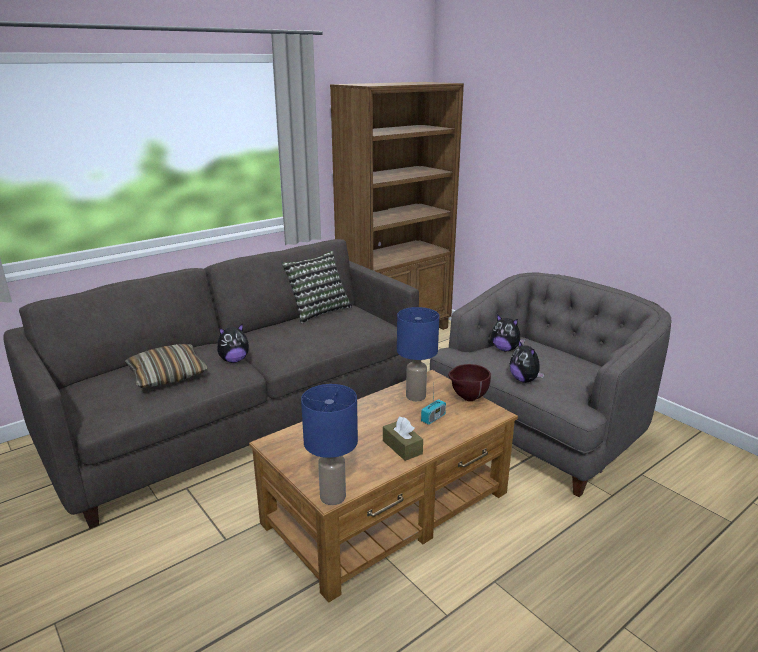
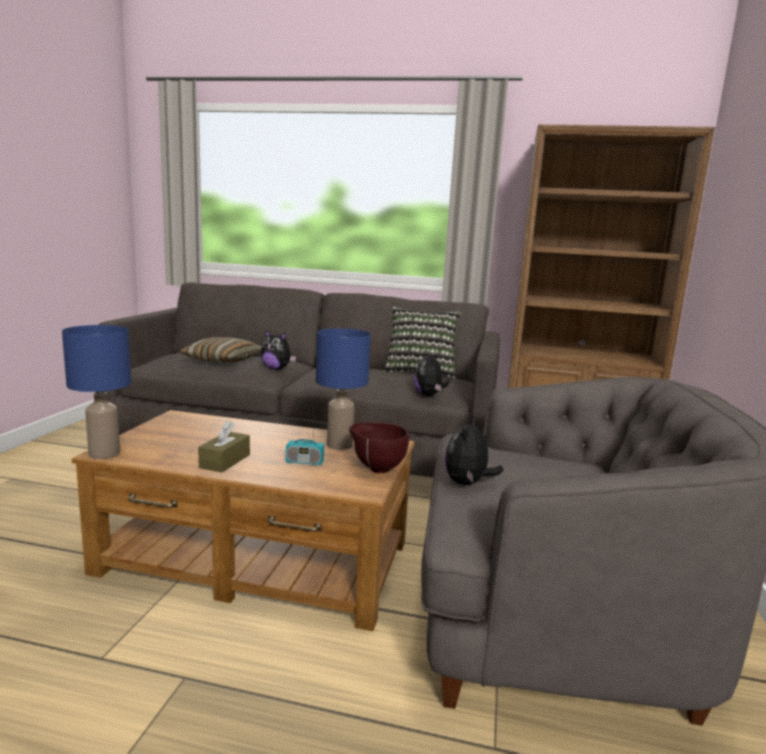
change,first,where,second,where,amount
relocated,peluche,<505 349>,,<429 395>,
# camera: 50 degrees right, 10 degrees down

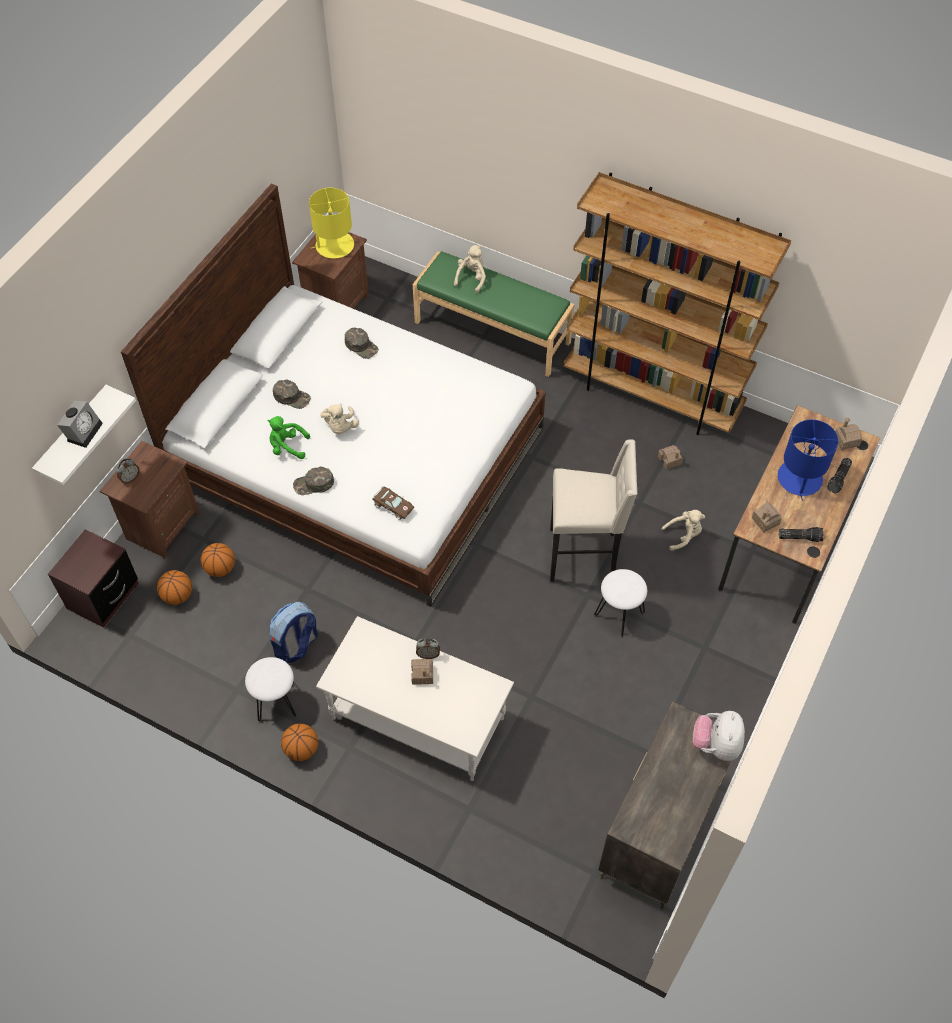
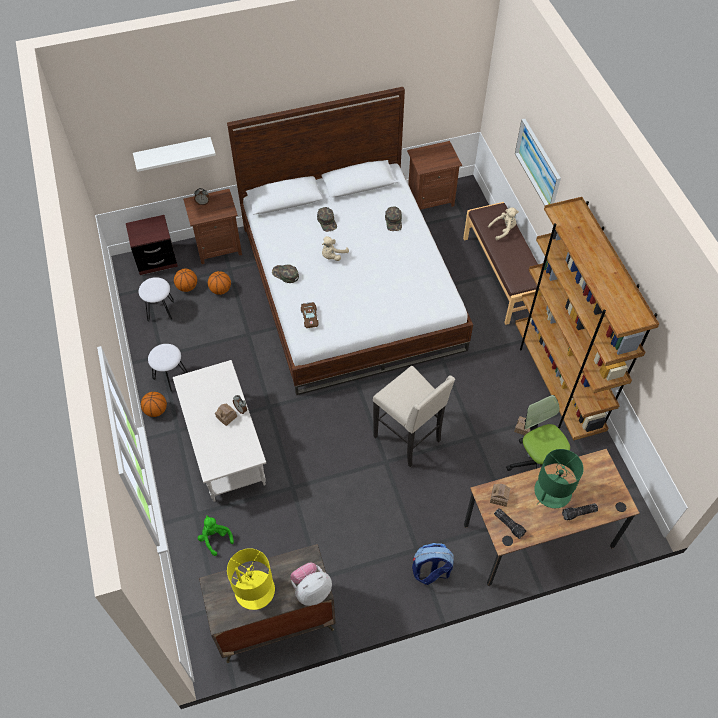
change,first,where,second,where,amount
missing,despertador,<83 430>,,,
missing,peluche (beis),<683 535>,,,
missing,casita,<846 440>,,,
appeared,,,silla de oficina,<536 463>,
appeared,,,cuadro,<538 164>,
relocated,peluche (verde),<287 447>,,<215 538>,
relocated,mochila,<296 645>,,<430 571>,
relocated,lámpara de mesa (amarillo),<334 245>,,<254 590>,
relocated,taburete (blanco),<618 614>,,<161 311>,
colour,banco (verde),<492 331>,banco (marrón),<502 275>,
colour,lámpara de mesa (azul),<799 479>,lámpara de mesa (verde),<552 492>,
# camera: 45 degrees right, 0 degrees up

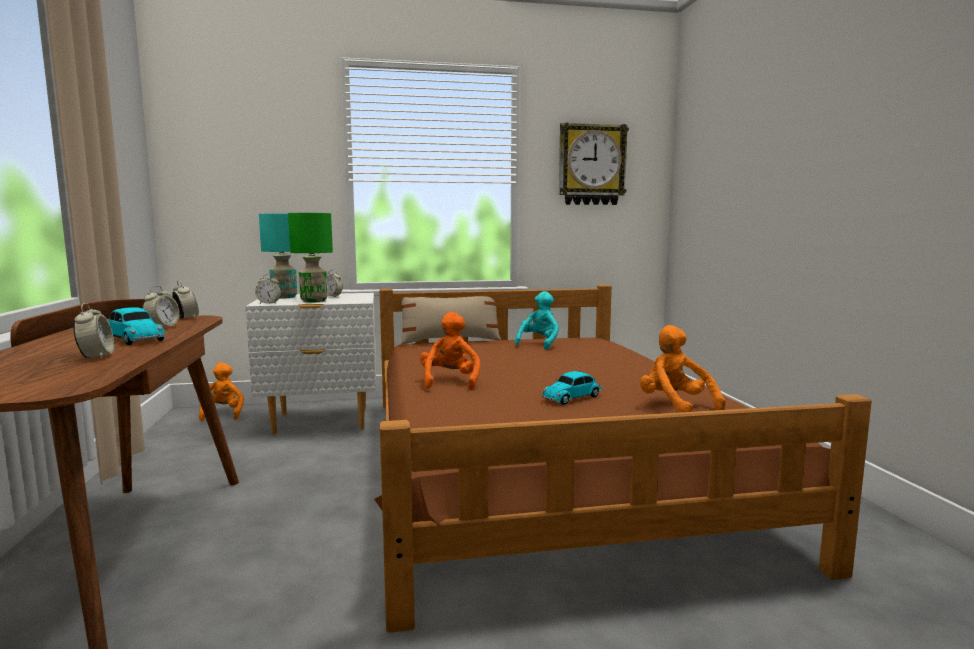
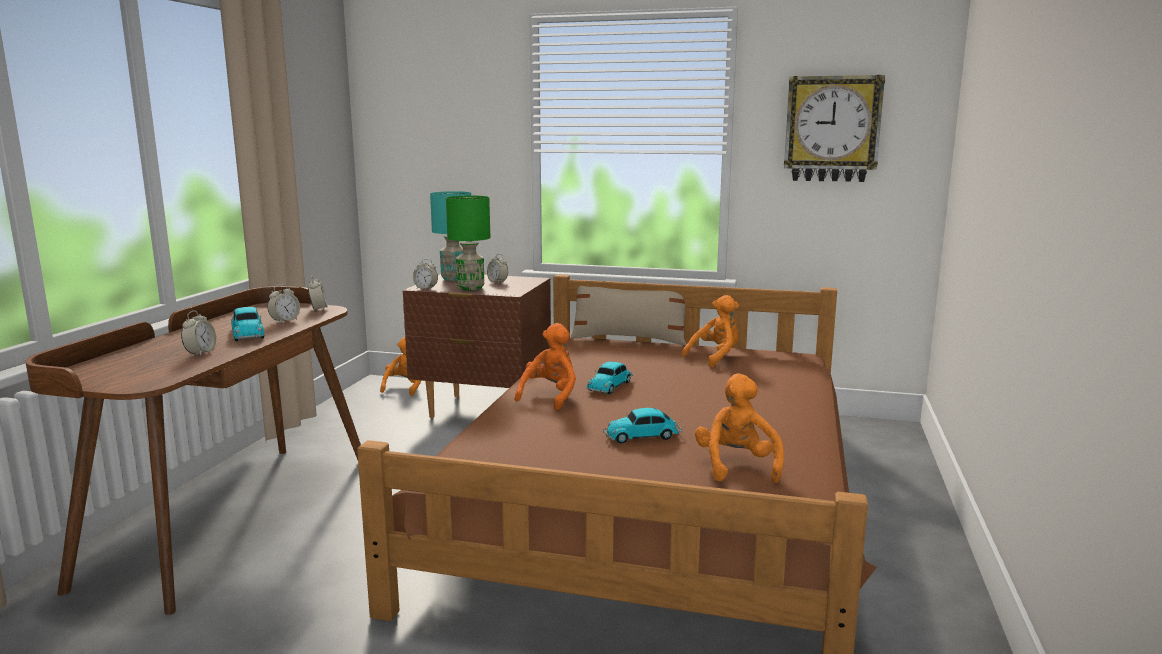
change,first,where,second,where,amount
appeared,,,coche de juguete,<610 386>,
colour,mesita de noche (blanco),<321 421>,mesita de noche (marrón),<483 411>,
colour,peluche (turquesa),<539 344>,peluche (naranja),<715 357>,
# camera: 25 degrees right, 5 degrees up

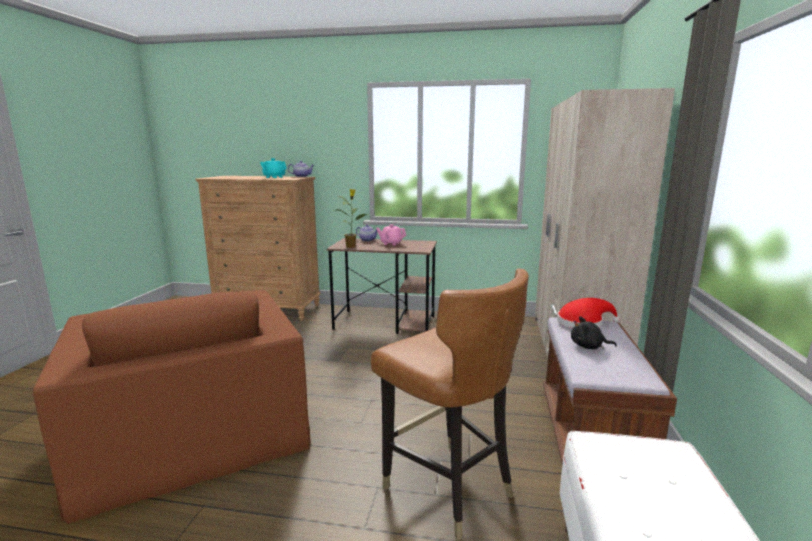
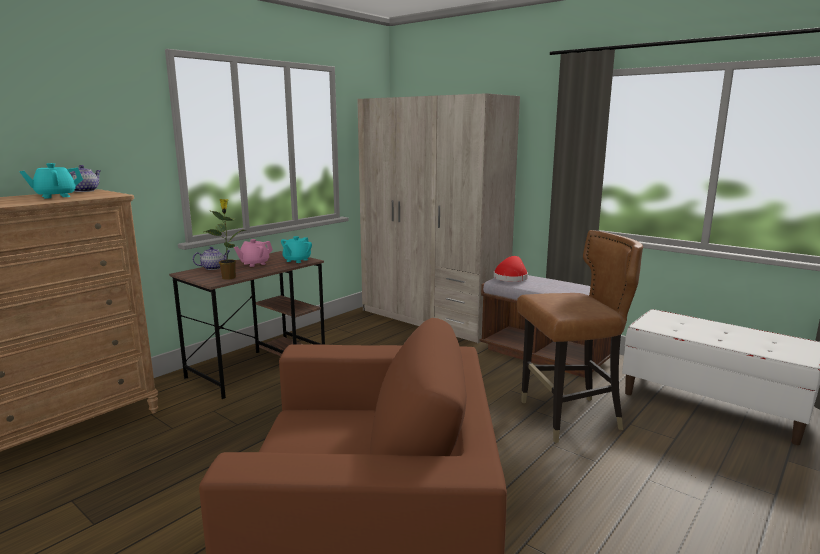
change,first,where,second,where,amount
missing,peluche (negro),<588 347>,,,
appeared,,,tetera (turquesa),<297 260>,
# camera: 60 degrees left, 0 degrees up

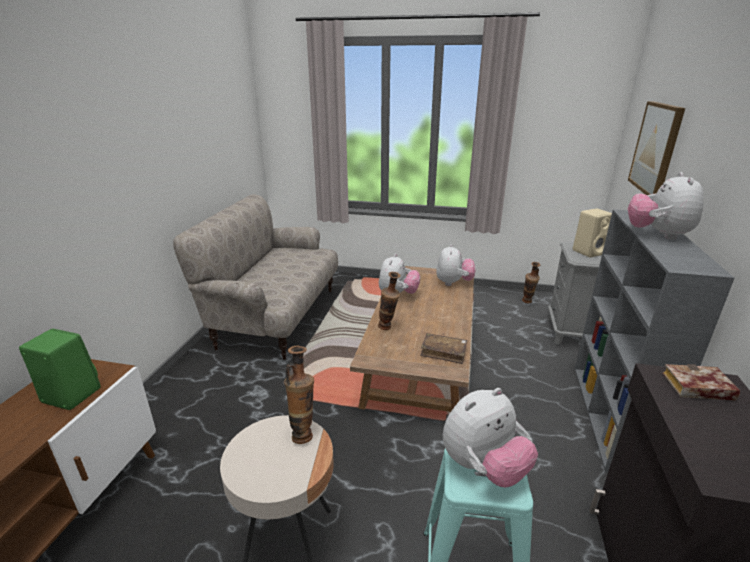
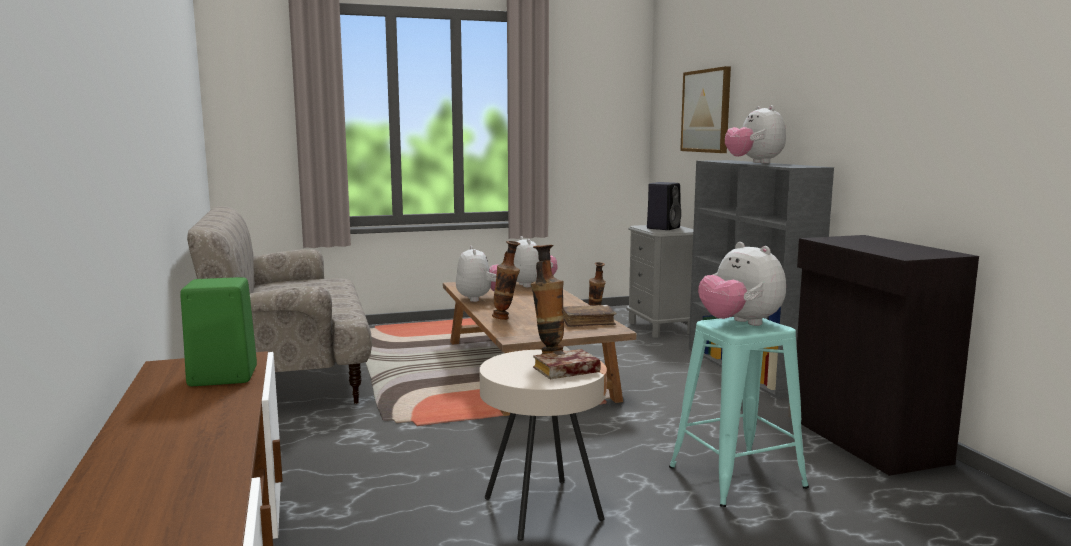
change,first,where,second,where,amount
relocated,libro,<695 388>,,<564 371>,
colour,altavoz (beis),<589 252>,altavoz (negro),<663 228>,
spun,peluche,<483 467>,,<740 323>,120 degrees clockwise
# camera: 30 degrees left, 15 degrees down

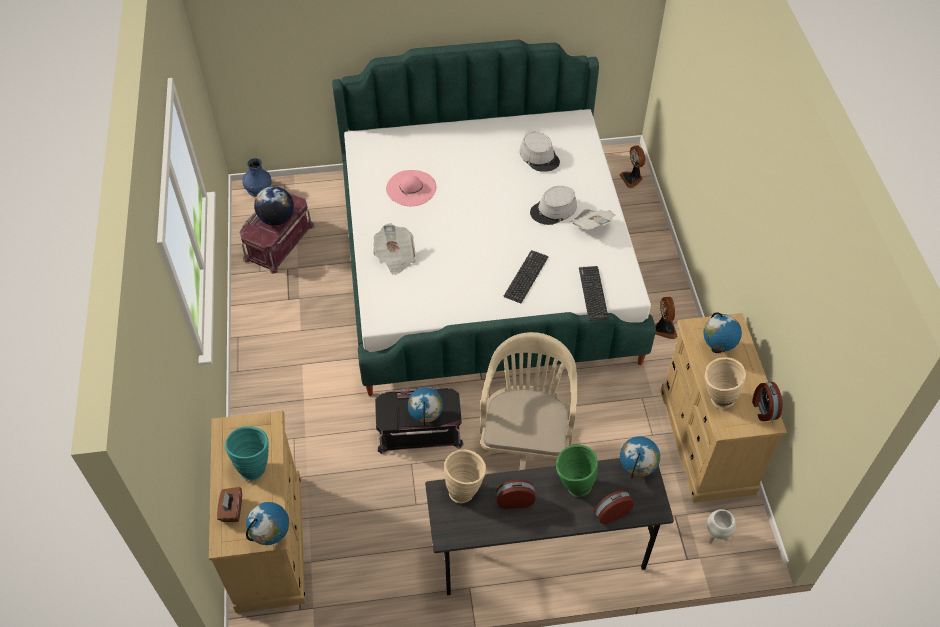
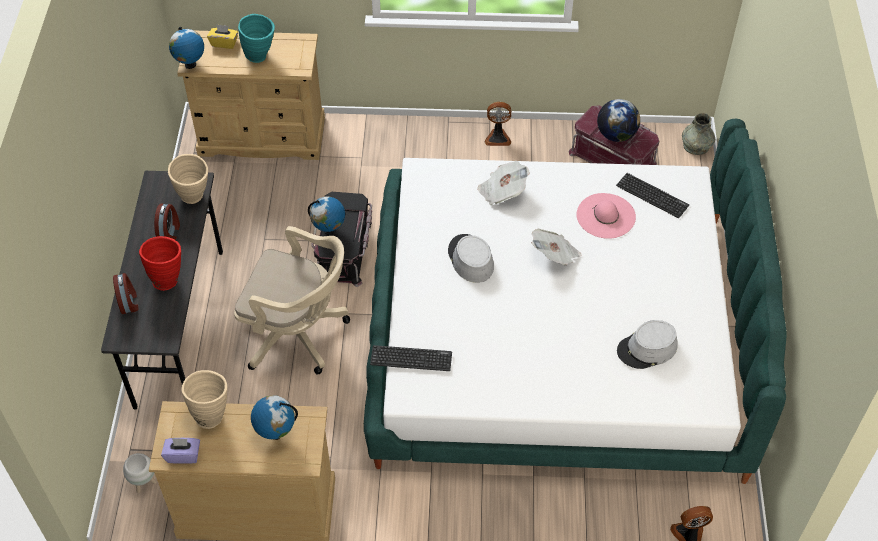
change,first,where,second,where,amount
missing,globo terráqueo,<636 470>,,,
relocated,teclado,<526 277>,,<652 195>,
relocated,sombrero (gris),<553 210>,,<470 259>,
relocated,periódico,<591 226>,,<555 255>,
relocated,ventilador,<664 329>,,<497 137>,
exchanged,despertador,<763 409>,caja de pañuelos (morado),<183 455>,
colour,caja de pañuelos (marrón),<231 510>,caja de pañuelos (amarillo),<224 43>,
colour,florero (azul),<258 188>,florero (gris),<696 145>,
colour,florero (verde),<572 486>,florero (rojo),<167 278>,
# camera: 100 degrees right, 0 degrees up

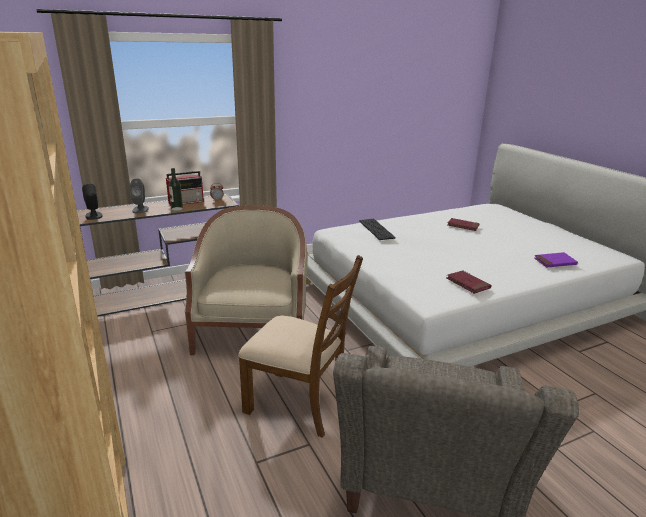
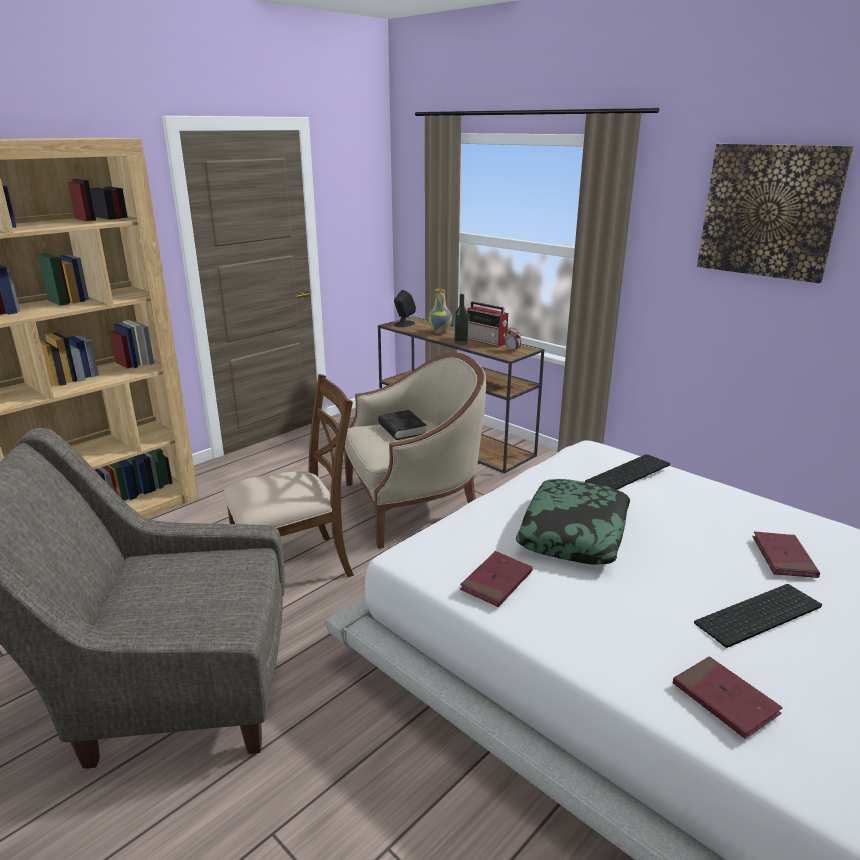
change,first,where,second,where,amount
appeared,,,libro (negro),<402 429>,
appeared,,,cojín,<574 533>,
appeared,,,teclado,<759 616>,
appeared,,,cuadro,<769 211>,
exchanged,altavoz (gris),<140 209>,florero,<440 332>,
colour,libro (morado),<555 262>,libro (rojo),<724 699>,
spun,silla (marrón),<299 402>,,<295 567>,120 degrees counterclockwise
# camera: 70 degrees right, 0 degrees up

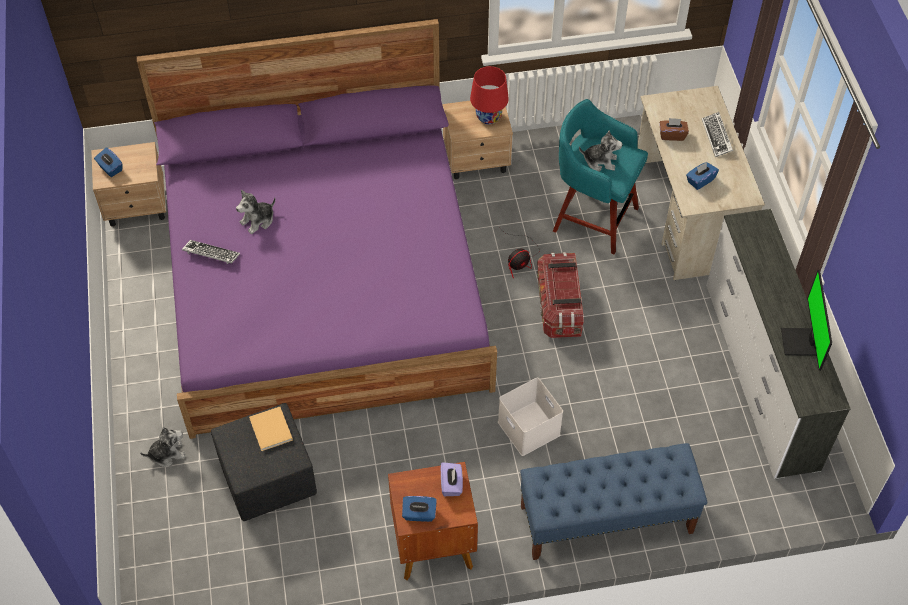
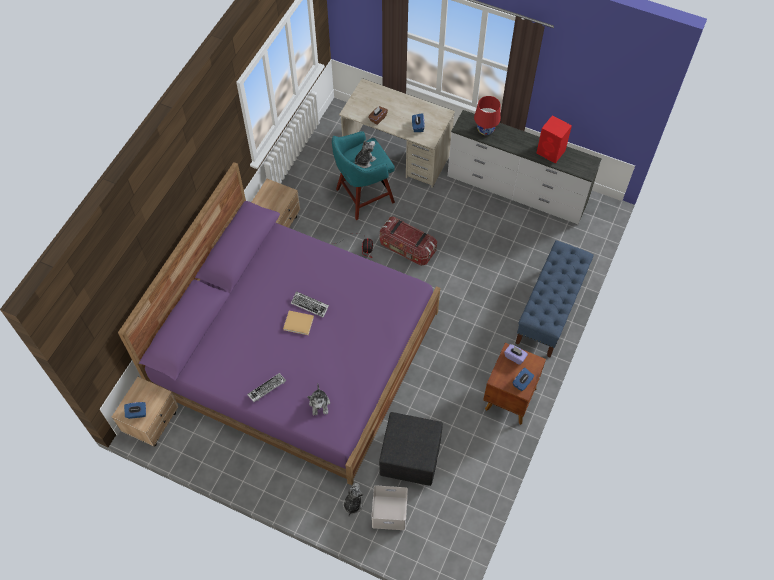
change,first,where,second,where,amount
relocated,peluche,<258 220>,,<319 404>,
relocated,libro (beis),<271 431>,,<299 323>,
relocated,lámpara de mesa (rojo),<488 117>,,<485 130>,
relocated,caja de almacenaje (blanco),<530 428>,,<390 512>,
relocated,teclado,<717 137>,,<310 305>,
exchanged,monitor,<800 343>,altavoz (rojo),<551 152>,
# camera: 55 degrees left, 5 degrees up

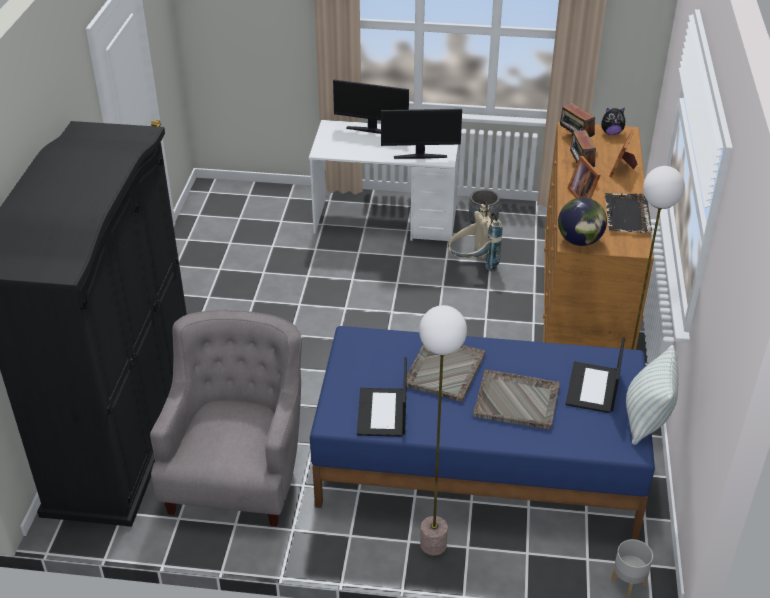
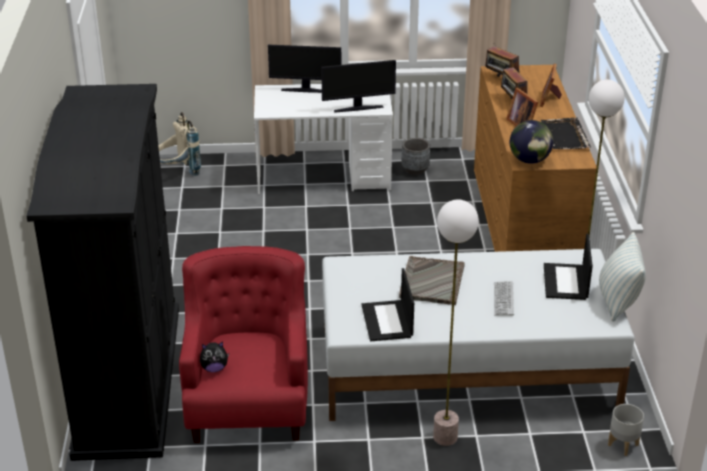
change,first,where,second,where,amount
relocated,mochila (beis),<472 264>,,<177 172>,
relocated,peluche,<611 133>,,<214 368>,
exchanged,bandeja (gris),<517 401>,teclado,<503 299>,
colour,sillón (gris),<238 471>,sillón (rojo),<249 400>,
colour,cama (azul),<479 463>,cama (blanco),<468 368>,
# camera: 10 degrees left, 5 degrees down

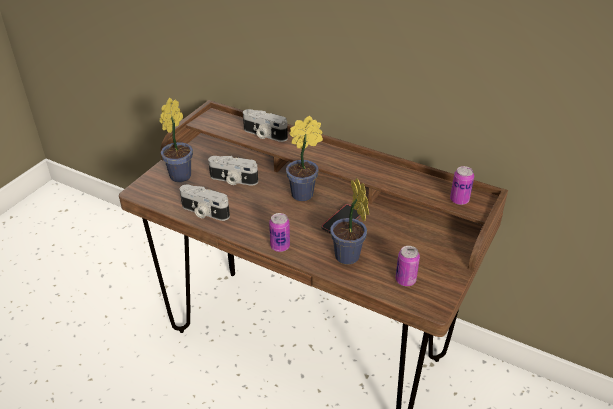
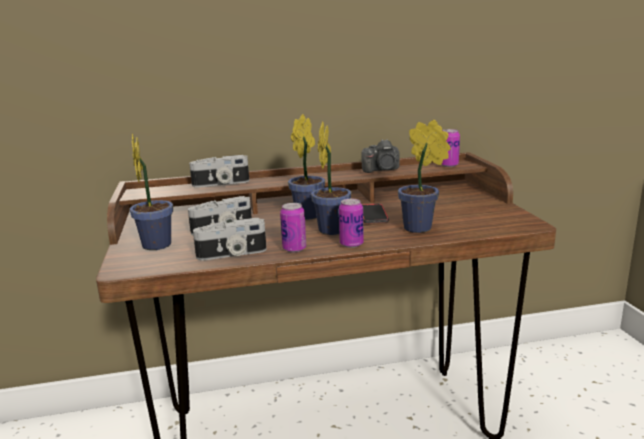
change,first,where,second,where,amount
appeared,,,planta en maceta,<333 229>,
appeared,,,cámara,<382 170>,
relocated,lata,<405 280>,,<294 249>,
# camera: 40 degrees left, 20 degrees down

